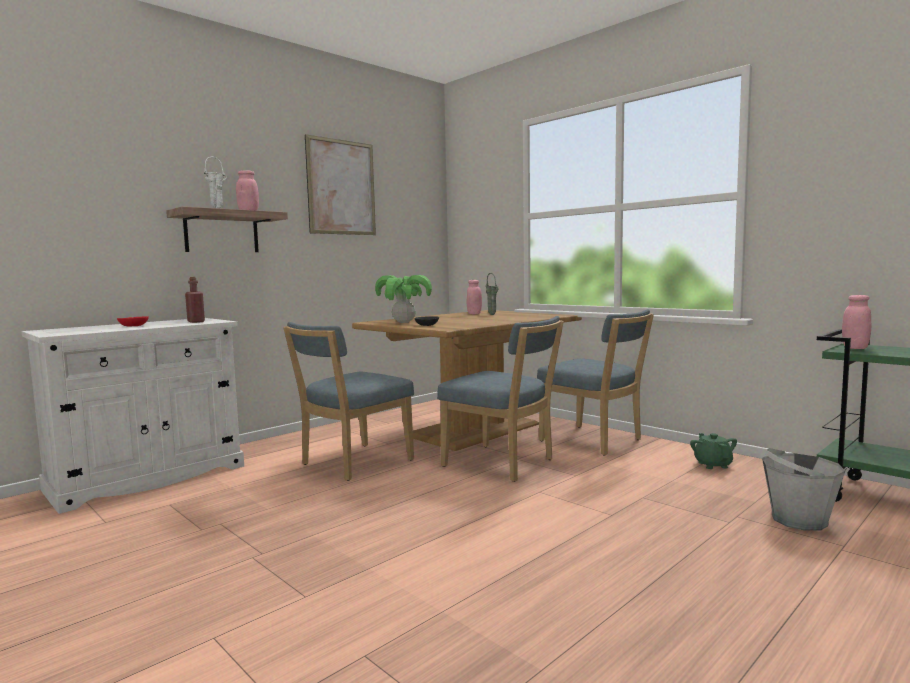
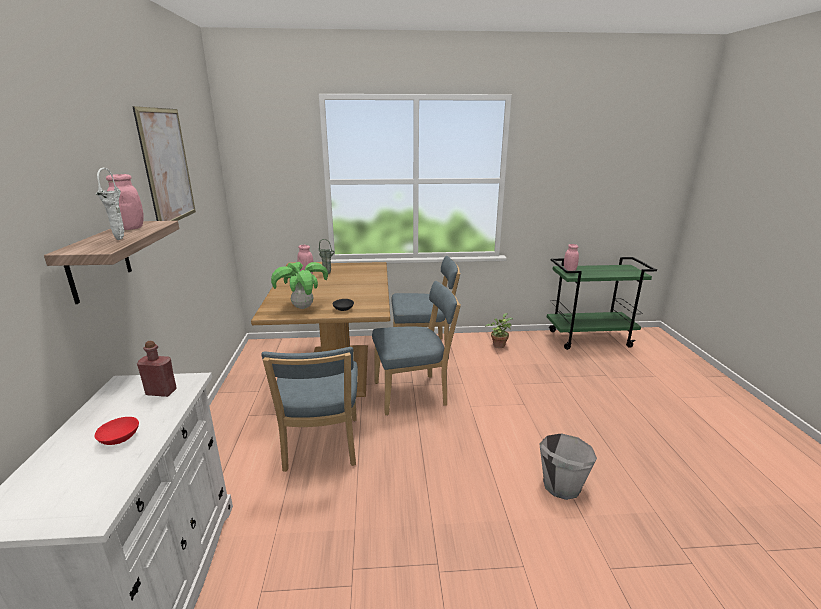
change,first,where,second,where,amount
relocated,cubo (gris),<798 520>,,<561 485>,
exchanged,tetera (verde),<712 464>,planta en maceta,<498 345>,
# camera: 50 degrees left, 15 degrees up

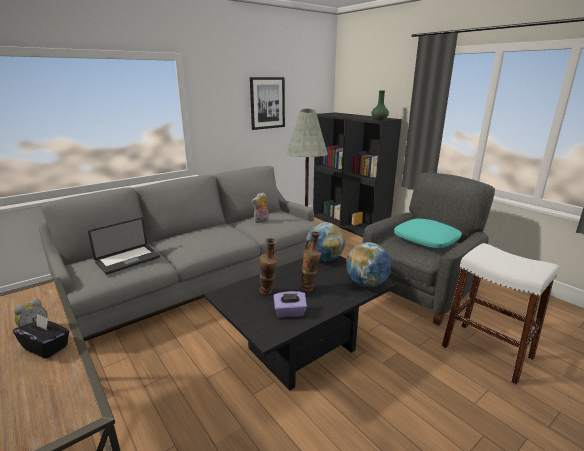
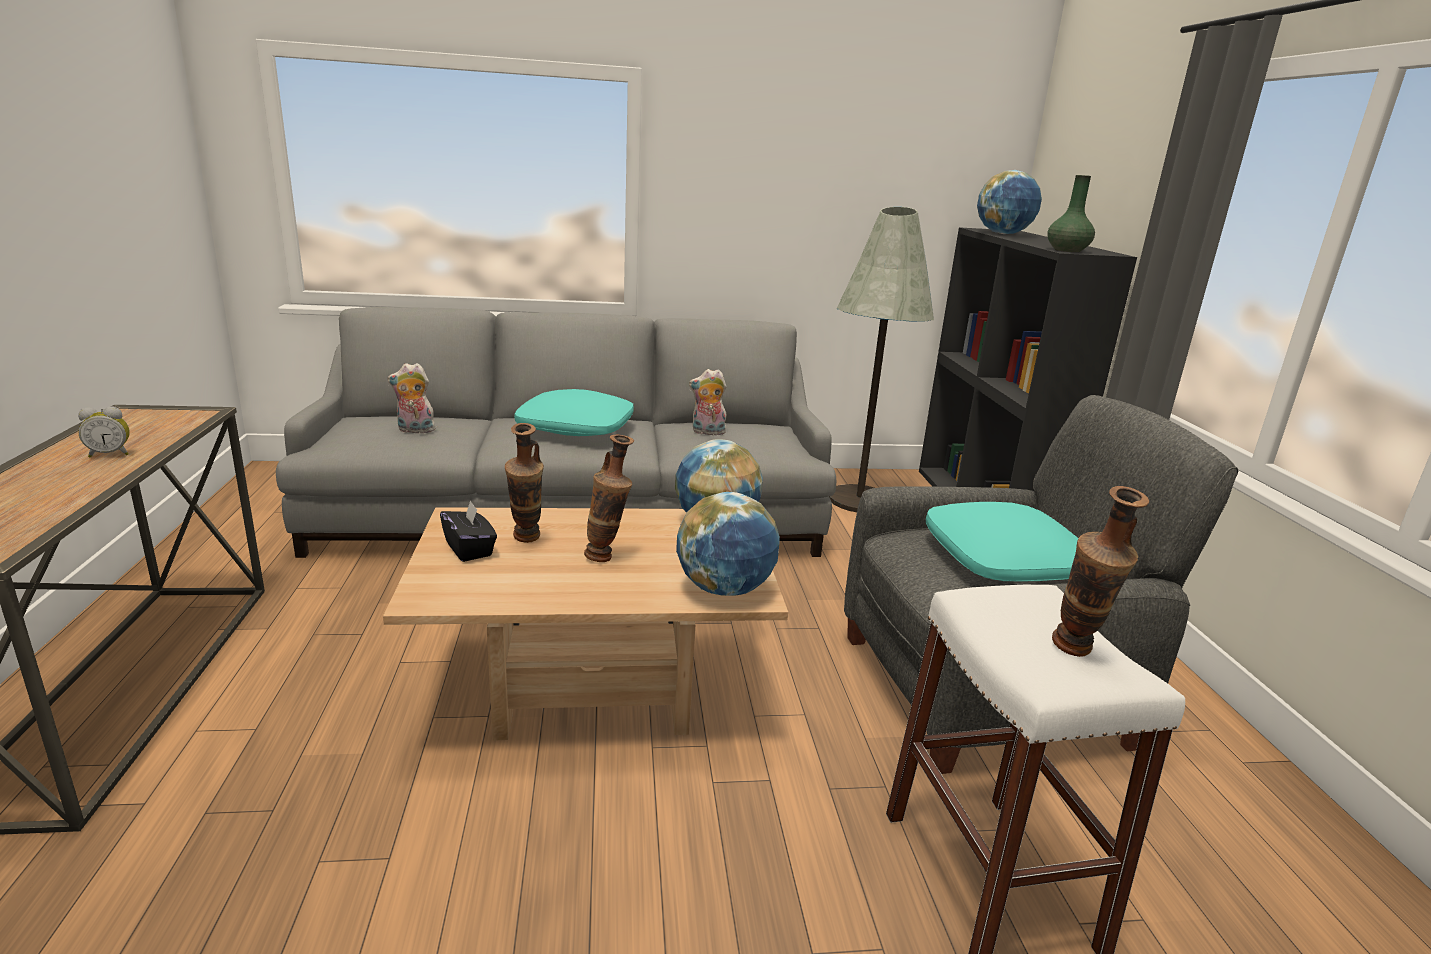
change,first,where,second,where,amount
missing,cuadro,<267 103>,,,
missing,caja de pañuelos (morado),<290 313>,,,
appeared,,,cojín (turquesa),<575 428>,
appeared,,,globo terráqueo,<1003 234>,
appeared,,,florero,<1076 654>,
relocated,caja de pañuelos (negro),<46 347>,,<469 549>,
exchanged,portátil,<128 260>,peluche,<414 430>,
colour,mesa de centro (negro),<301 349>,mesa de centro (beis),<594 689>,
# camera: 30 degrees right, 0 degrees up

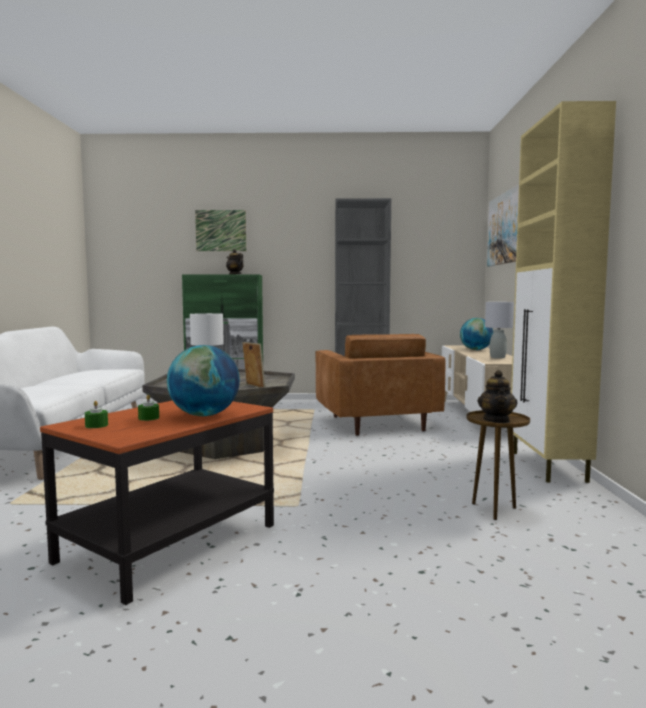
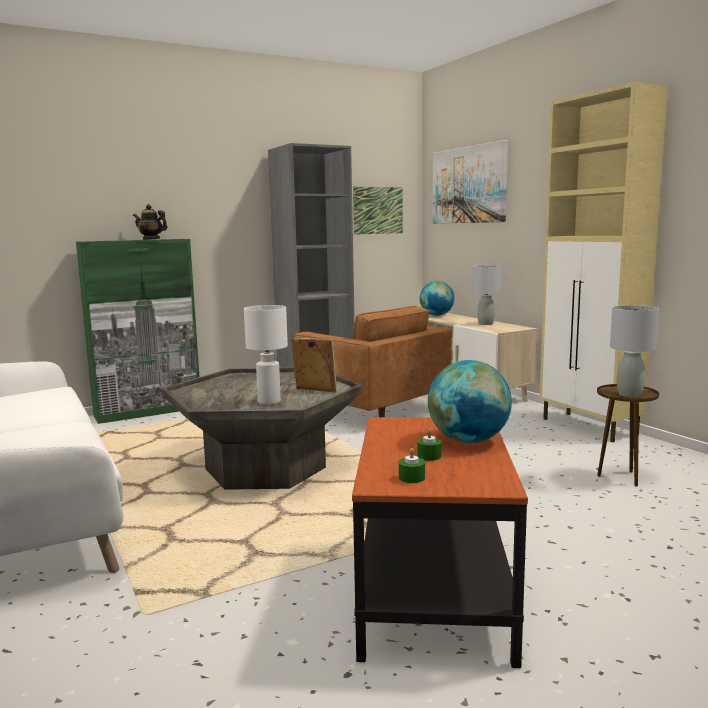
change,first,where,second,where,amount
relocated,cuadro,<221 230>,,<378 210>,
exchanged,tetera,<497 420>,lámpara de mesa (gris),<629 394>,
# camera: 30 degrees left, 5 degrees up

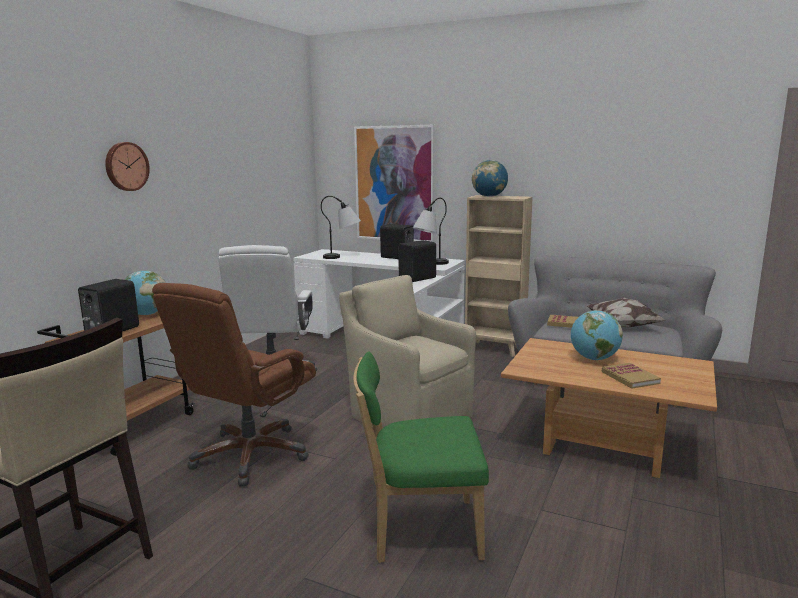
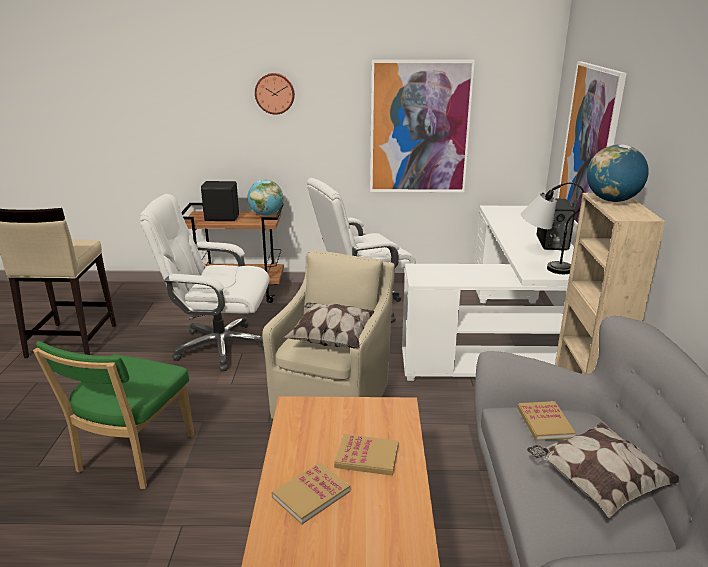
change,first,where,second,where,amount
missing,lámpara de mesa,<343 257>,,,
missing,altavoz (negro),<418 279>,,,
appeared,,,cojín,<331 339>,
appeared,,,cuadro,<419 128>,
exchanged,globo terráqueo,<594 359>,libro,<367 457>,
colour,silla de oficina (marrón),<250 455>,silla de oficina (blanco),<219 347>,
spun,silla (verde),<419 530>,,<132 456>,135 degrees counterclockwise
# camera: 65 degrees right, 10 degrees up

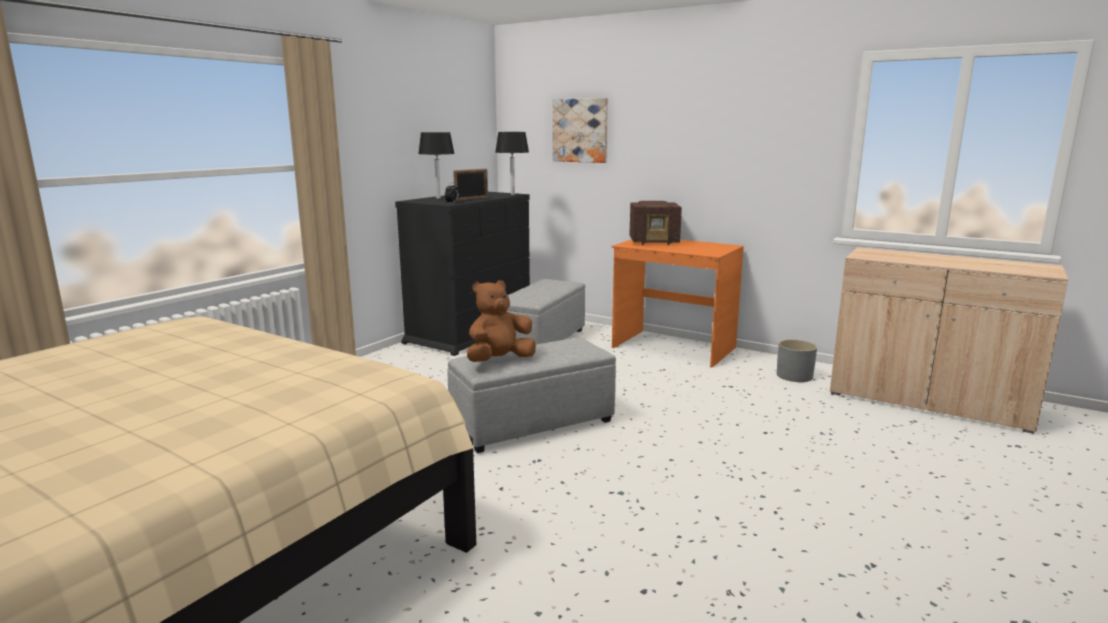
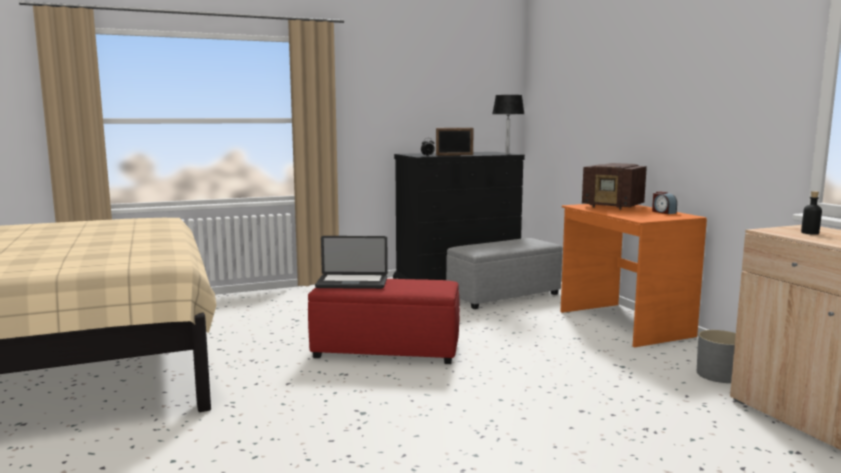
change,first,where,second,where,amount
missing,lámpara de mesa (negro),<438 198>,,,
missing,cuadro,<580 130>,,,
appeared,,,despertador,<663 212>,
appeared,,,botella (negro),<810 233>,
exchanged,peluche (marrón),<499 360>,portátil,<352 283>,
colour,puf (gris),<534 424>,puf (rojo),<387 350>,
# camera: 35 degrees right, 5 degrees down

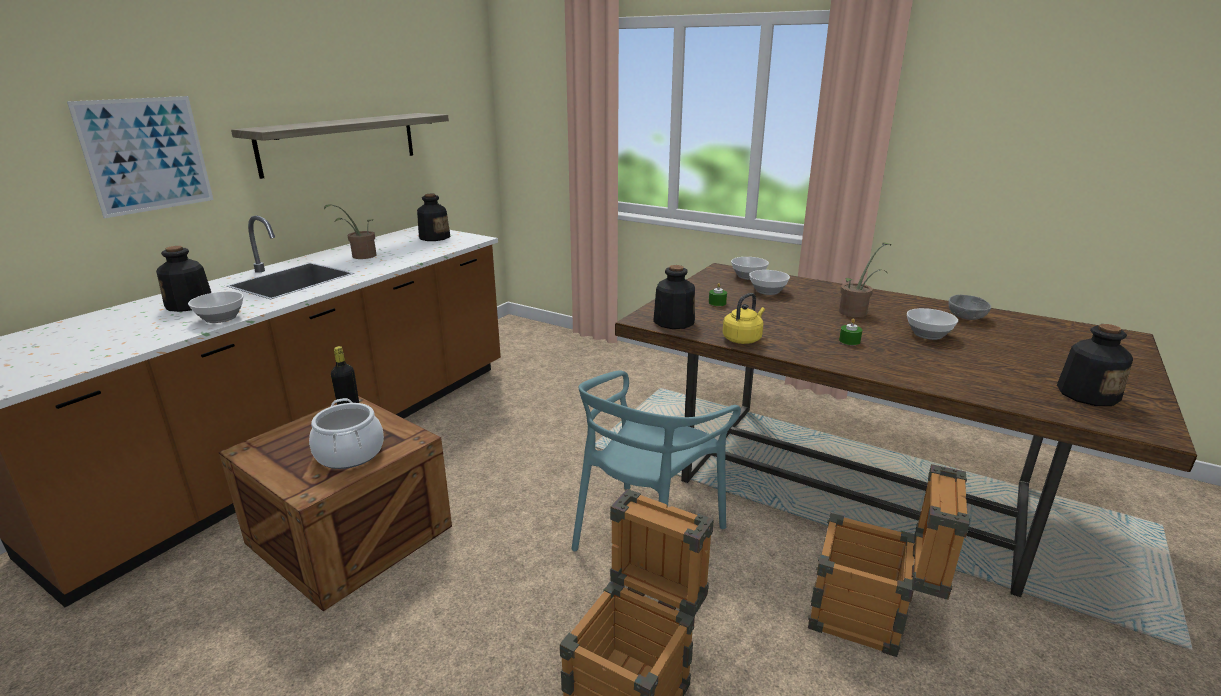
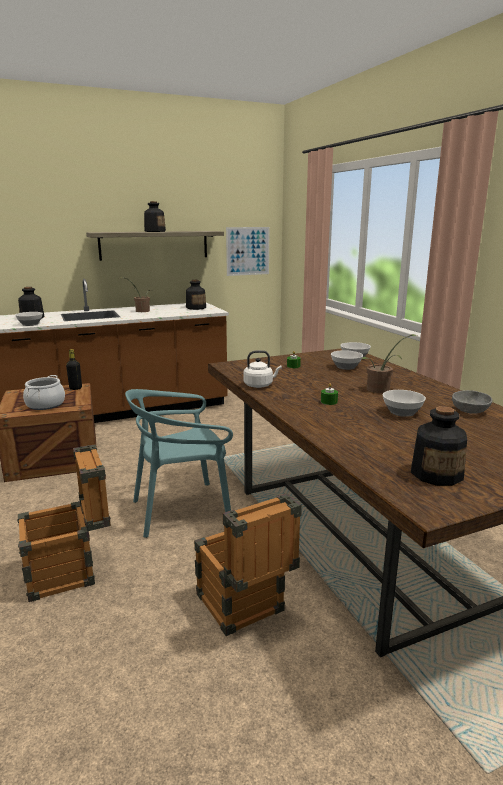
change,first,where,second,where,amount
relocated,cuadro,<146 155>,,<248 251>,
relocated,botella,<673 322>,,<155 231>,
colour,hervidor (amarillo),<743 339>,hervidor (blanco),<260 385>,
# camera: 35 degrees right, 5 degrees down

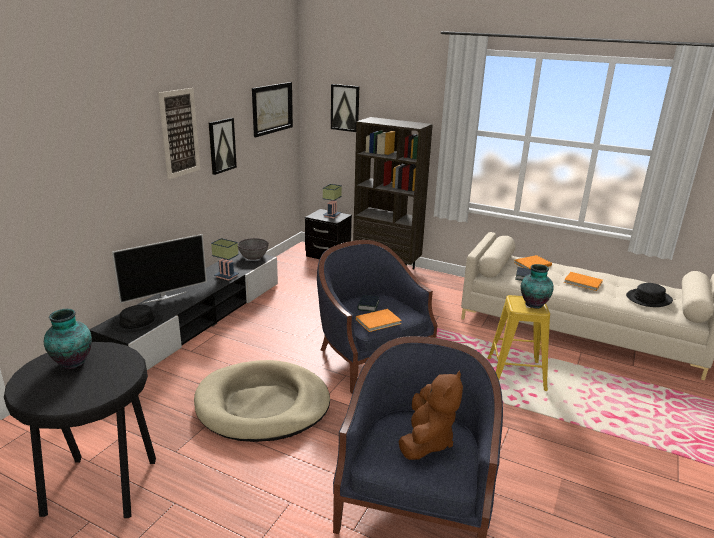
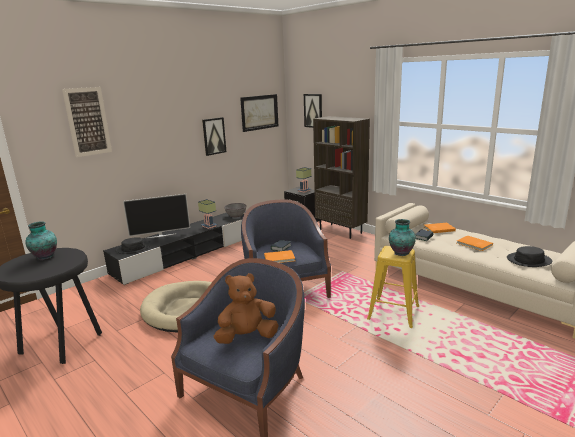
change,first,where,second,where,amount
relocated,cuadro,<180 133>,,<88 121>,
spun,peluche (marrón),<426 441>,,<247 337>,150 degrees counterclockwise
# camera: 20 degrees right, 5 degrees down

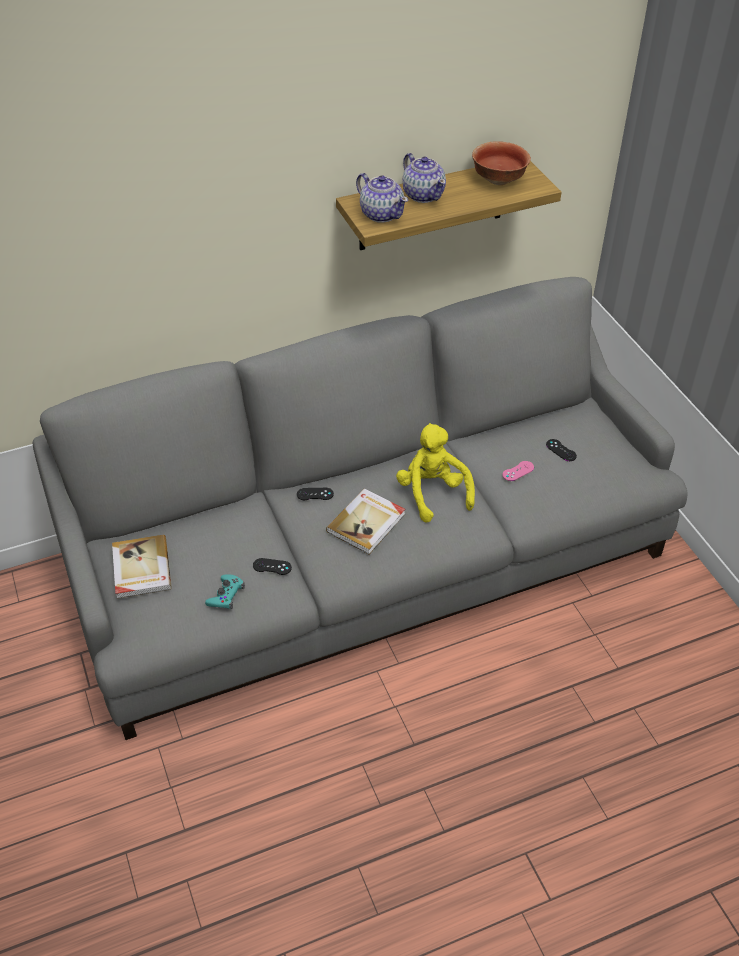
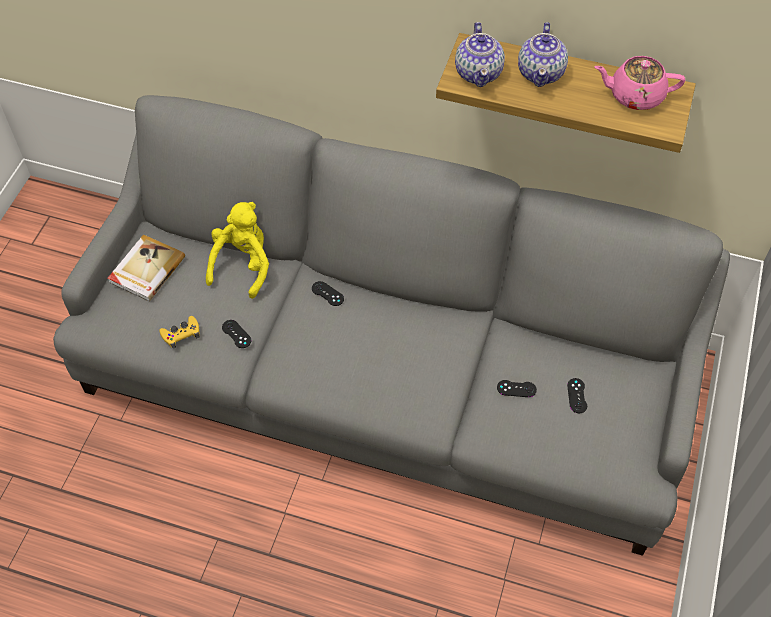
change,first,where,second,where,amount
missing,libro,<367 523>,,,
relocated,peluche (amarillo),<433 493>,,<243 265>,
exchanged,cuenco,<499 179>,tetera (rosa),<634 96>,
colour,mando de consola (turquesa),<226 595>,mando de consola (amarillo),<181 334>,
colour,mando de consola (rosa),<518 471>,mando de consola (negro),<516 388>,
# camera: 40 degrees right, 10 degrees up

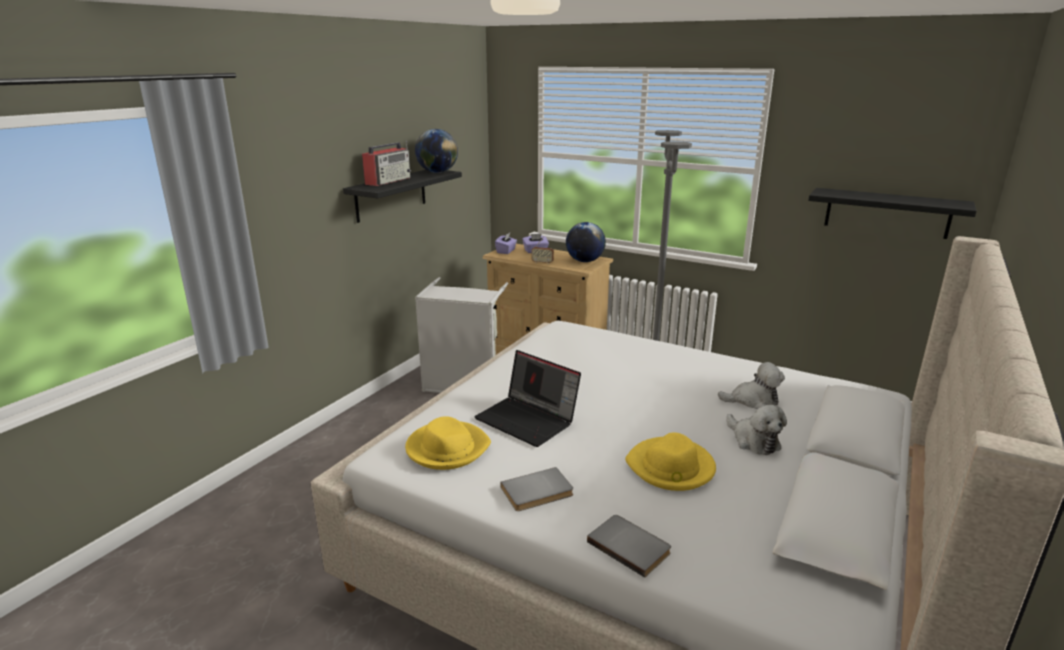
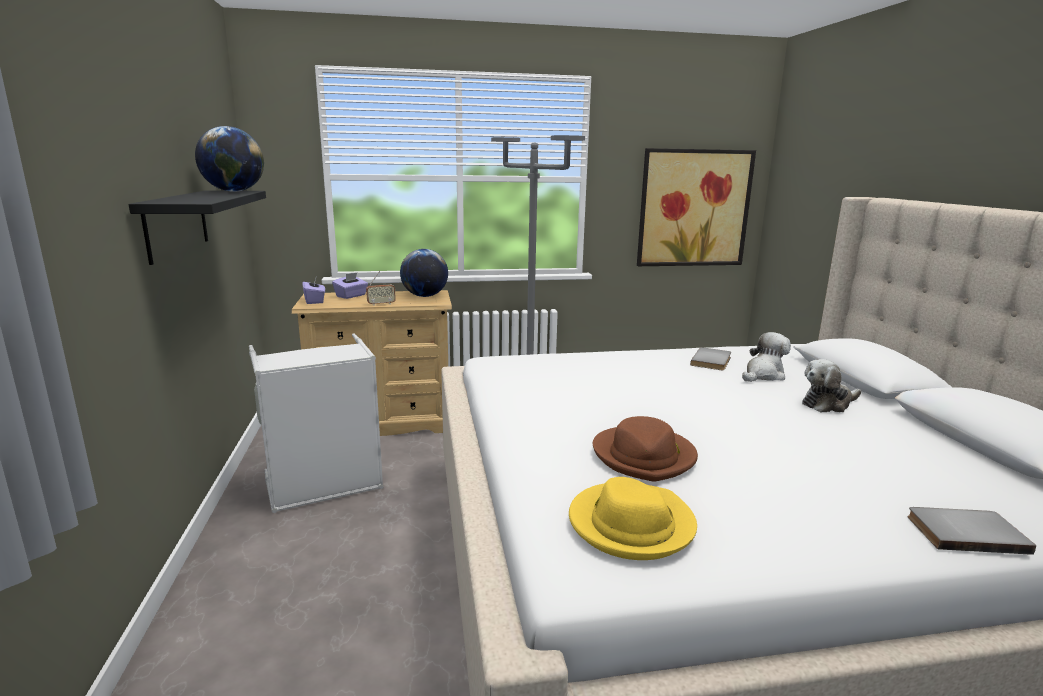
change,first,where,second,where,amount
missing,radio,<388 181>,,,
missing,sombrero (amarillo),<671 467>,,,
relocated,libro (gris),<538 492>,,<712 361>,
exchanged,portátil,<528 420>,sombrero (marrón),<644 456>,
exchanged,estante (negro),<887 213>,cuadro,<693 208>,
spun,peluche,<753 441>,,<828 404>,135 degrees clockwise
# camera: 40 degrees left, 5 degrees down

